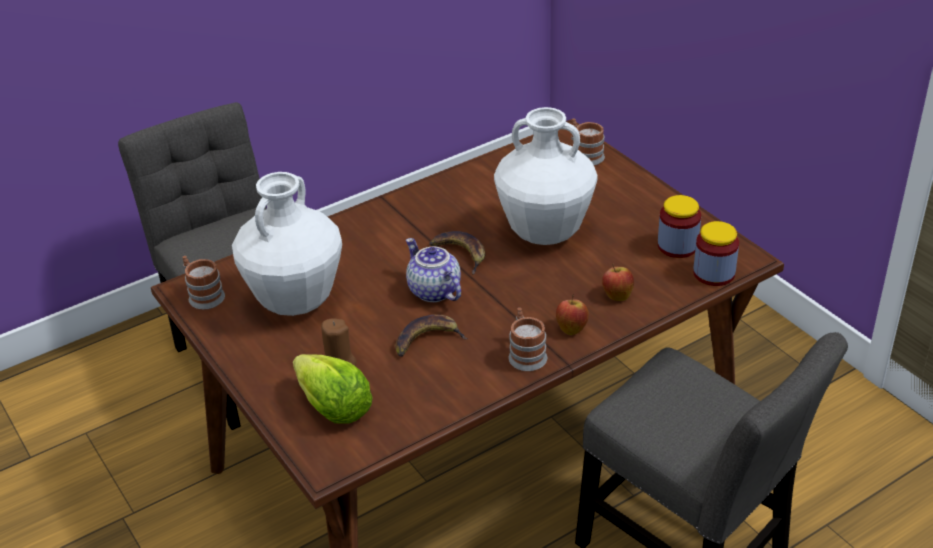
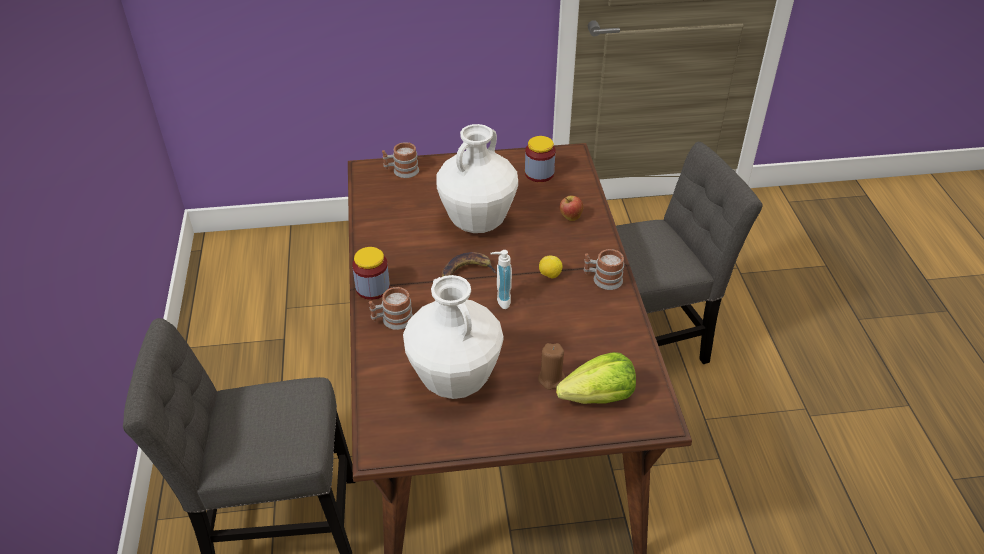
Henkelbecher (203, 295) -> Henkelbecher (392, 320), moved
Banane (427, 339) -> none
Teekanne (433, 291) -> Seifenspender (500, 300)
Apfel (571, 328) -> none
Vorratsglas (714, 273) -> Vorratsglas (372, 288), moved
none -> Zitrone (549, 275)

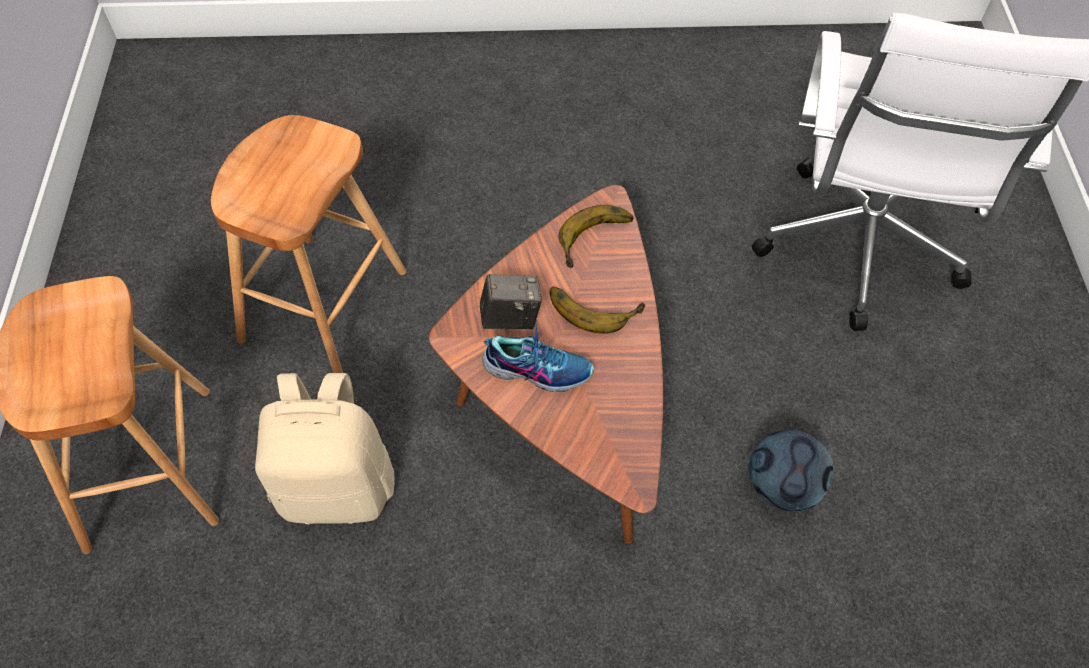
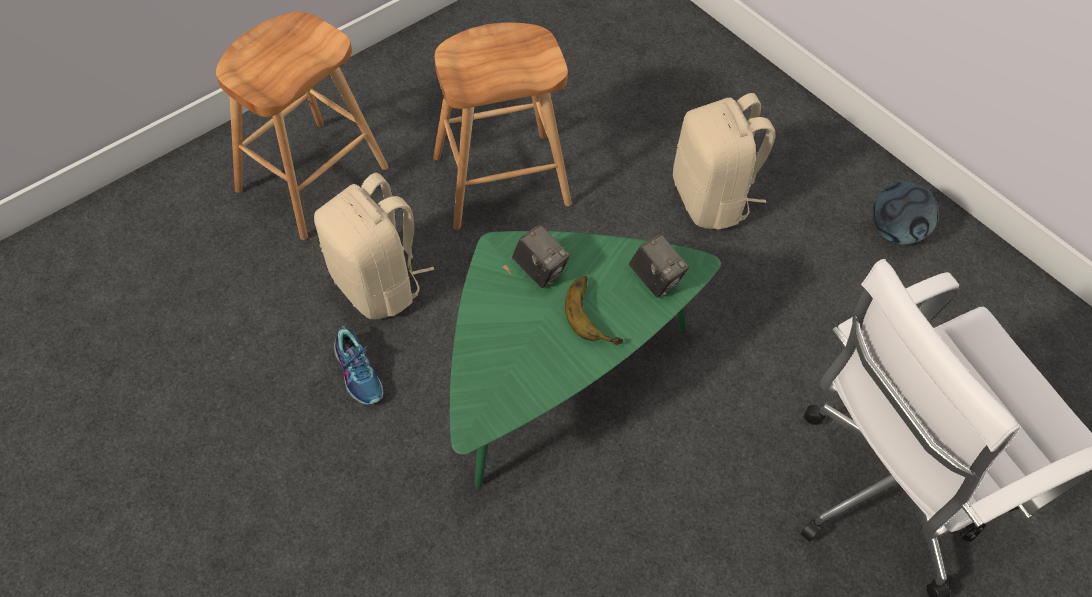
Couchtisch [braun] (567, 400) -> Couchtisch [grün] (556, 371)
Schuh (537, 369) -> Schuh (359, 372), moved
Banane (598, 240) -> Kamera (655, 279)
Fußball (782, 487) -> Fußball (894, 232), moved
none -> Rucksack [beige] (712, 199)

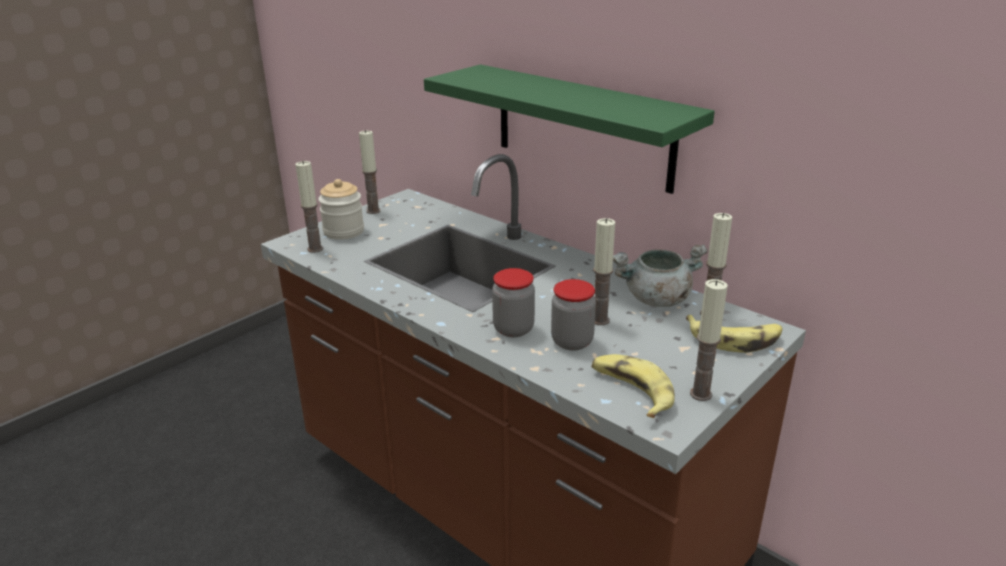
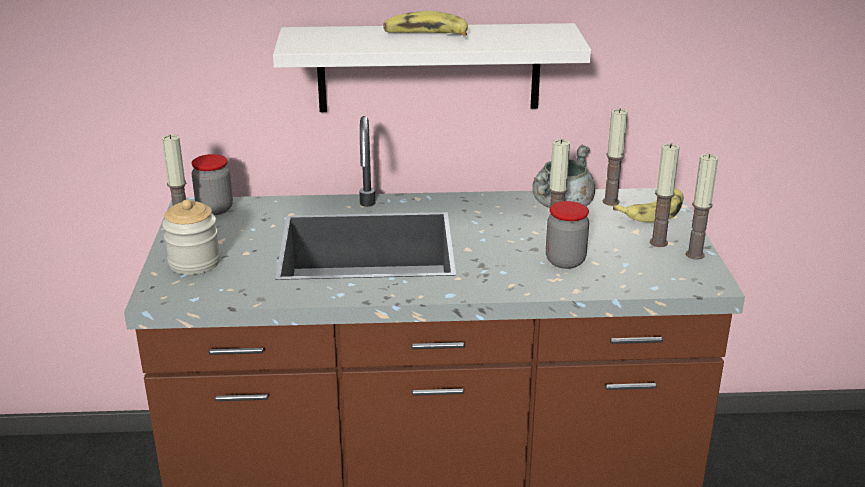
Kerze (315, 249) -> Kerze (658, 242), moved
Wandregal [grün] (582, 127) -> Wandregal [weiß] (429, 68)
Vorratsglas (513, 329) -> Vorratsglas (215, 209), moved
Banane (631, 391) -> Banane (426, 36), moved

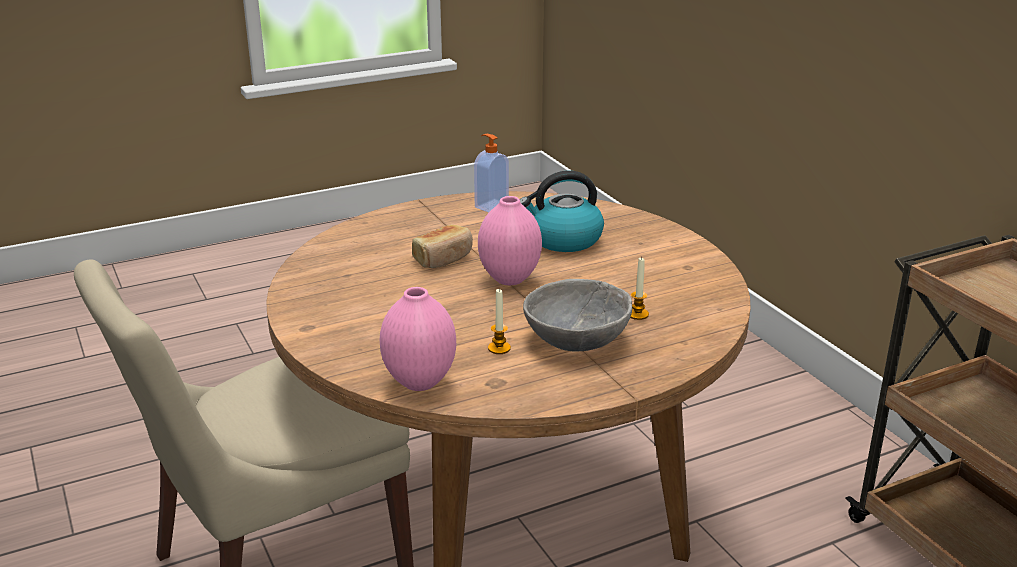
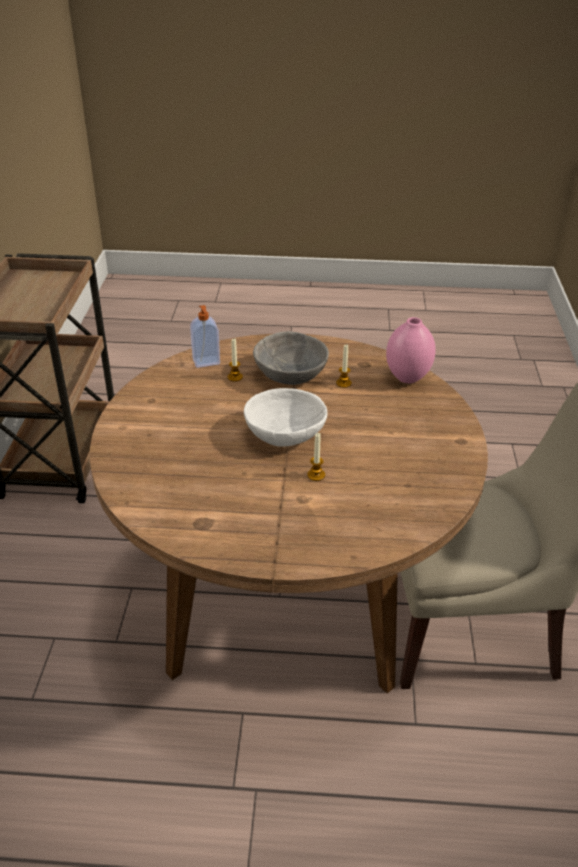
Brot (444, 258) -> Kerze (316, 475)
Seifenspender (490, 206) -> Seifenspender (206, 362), moved
Vase [rosa] (510, 279) -> Schüssel [weiß] (284, 434)
Wasserkessel (563, 240) -> none

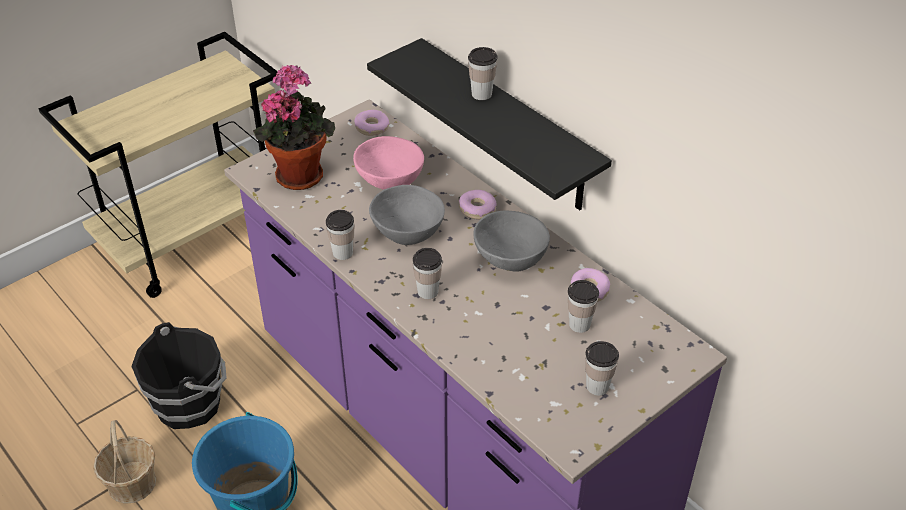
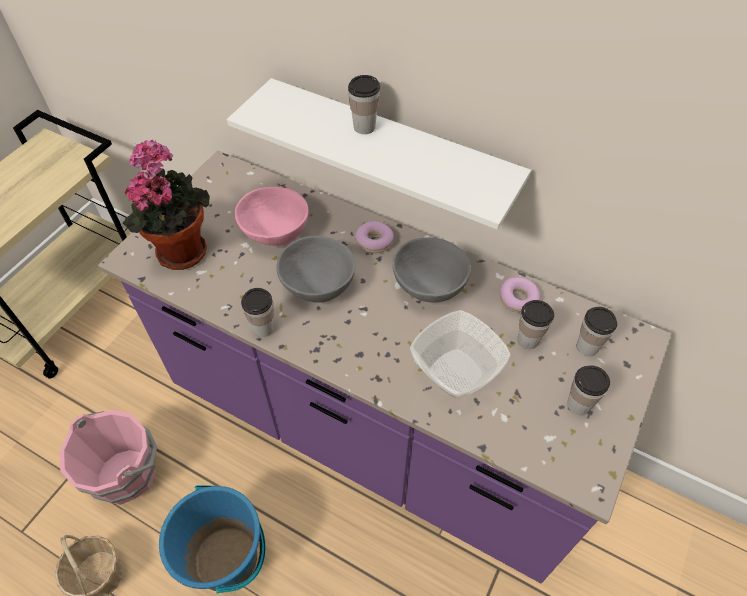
Eimer [schwarz] (190, 403) -> Eimer [rosa] (127, 473)
Donut (372, 127) -> none
Wandregal [schwarz] (508, 127) -> Wandregal [weiß] (391, 153)
Tasse (428, 292) -> Tasse (587, 347), moved
none -> Schüssel (455, 374)

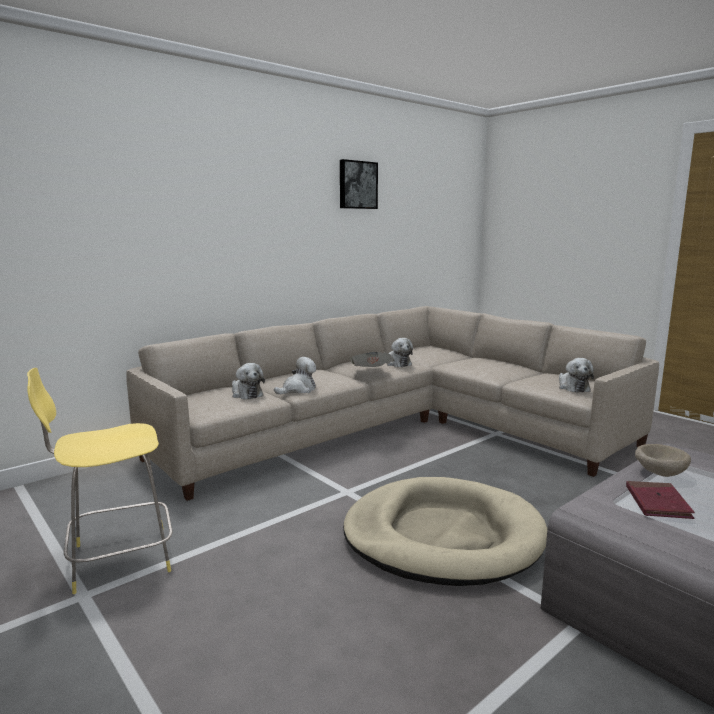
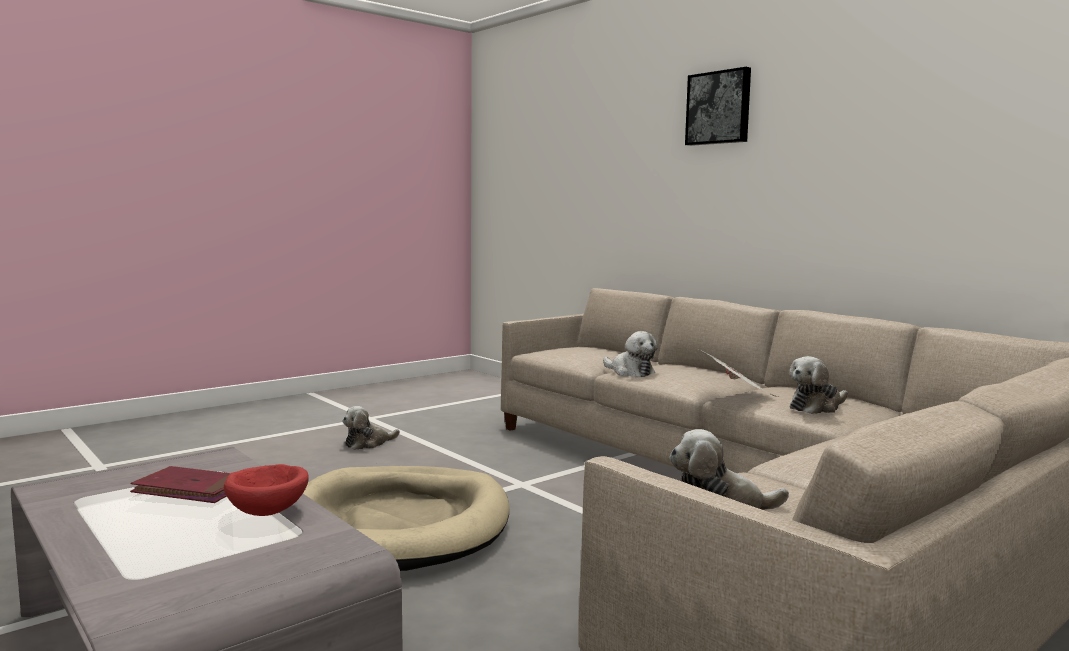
Hocker [gelb] (117, 559) -> none
Plüschtier (246, 394) -> Plüschtier (368, 443), moved
Bild (357, 185) -> Bild (719, 108), moved
Schüssel [beige] (659, 473) -> Schüssel [rot] (269, 511)

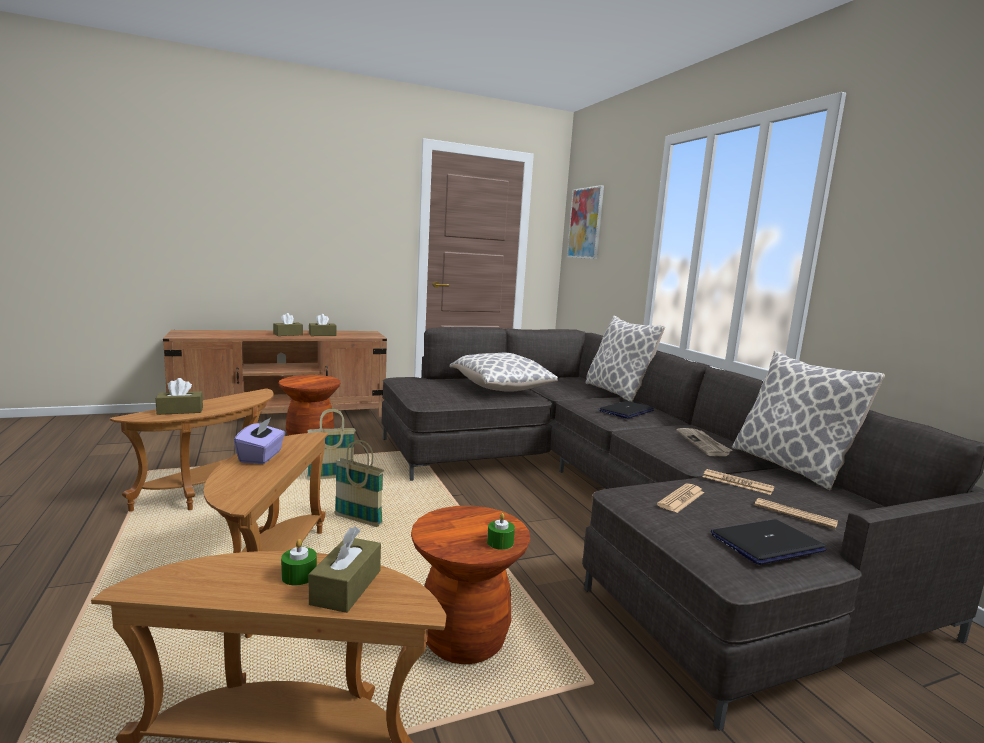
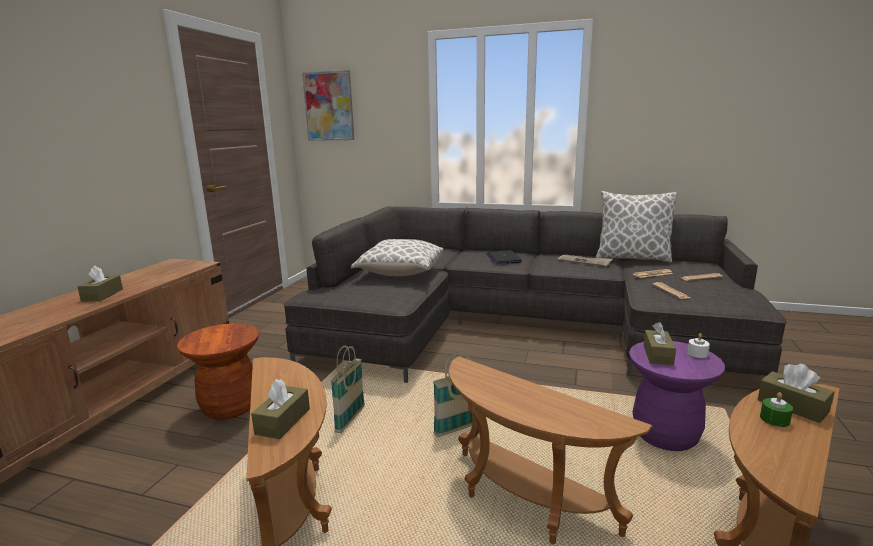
Taschentuchbox [lila] (261, 457) -> none
Taschentuchbox [braun] (322, 335) -> Taschentuchbox [braun] (658, 355), moved
Hocker [braun] (464, 640) -> Hocker [lila] (665, 435)
Kerze [grün] (500, 542) -> Kerze [weiß] (697, 353)
Kissen (617, 392) -> none
Laptop (766, 543) -> none

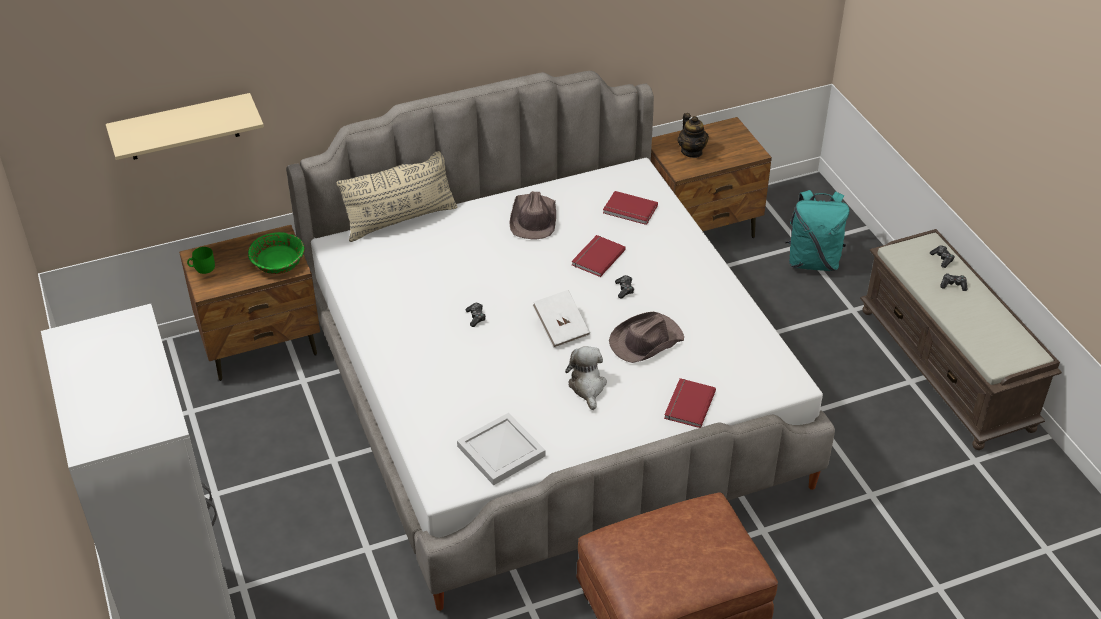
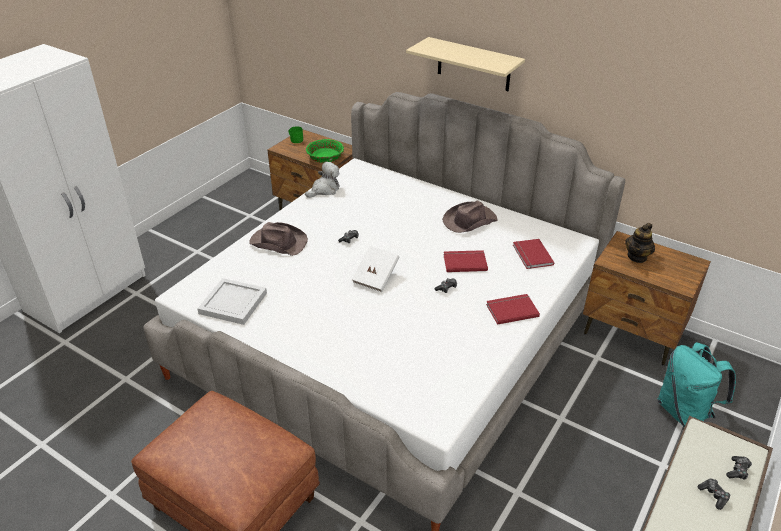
Wandregal [beige] (182, 127) -> Wandregal [beige] (473, 64), moved
Kissen [beige] (400, 220) -> none
Plüschtier (587, 387) -> Plüschtier (324, 190), moved
Hut [braun] (645, 341) -> Hut [braun] (278, 242), moved
Buch [rot] (688, 404) -> Buch [rot] (511, 309), moved

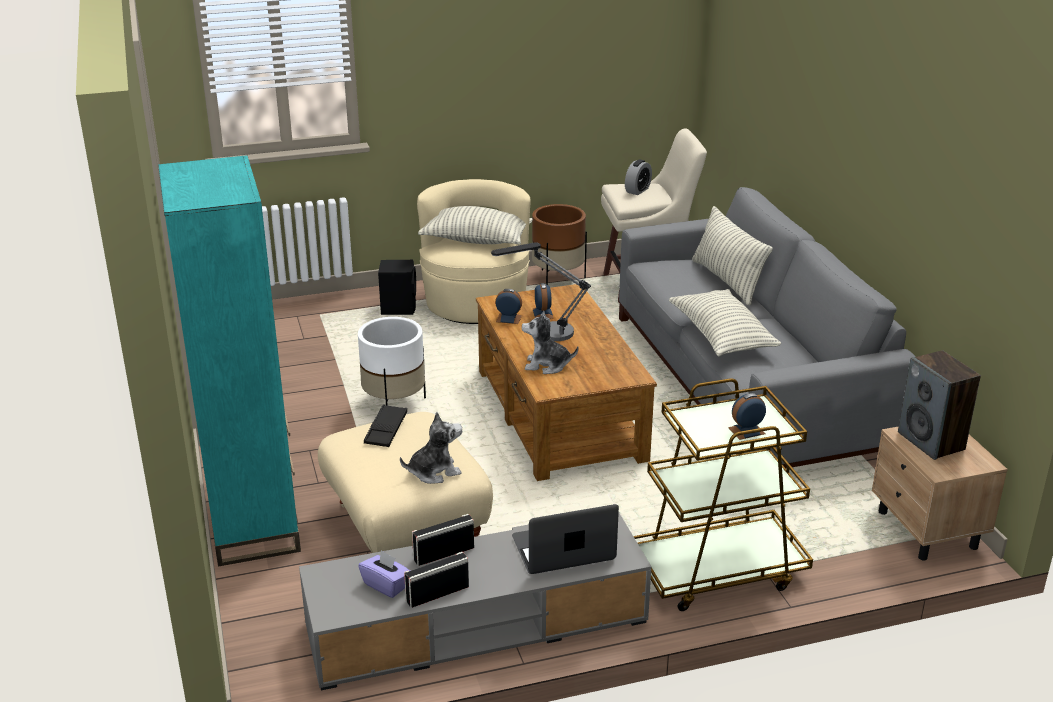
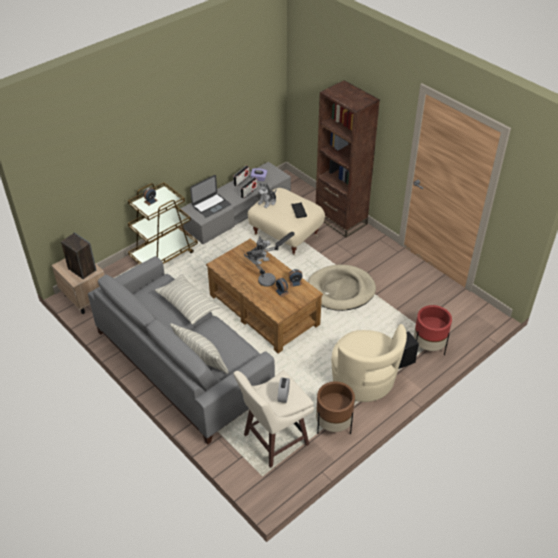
Bücherregal [türkis] (254, 524) -> Bücherregal [braun] (340, 220)
Pflanzkübel [weiß] (394, 405) -> Hundebett [beige] (341, 290)
Kissen (476, 240) -> none
none -> Pflanzkübel [rot] (428, 347)

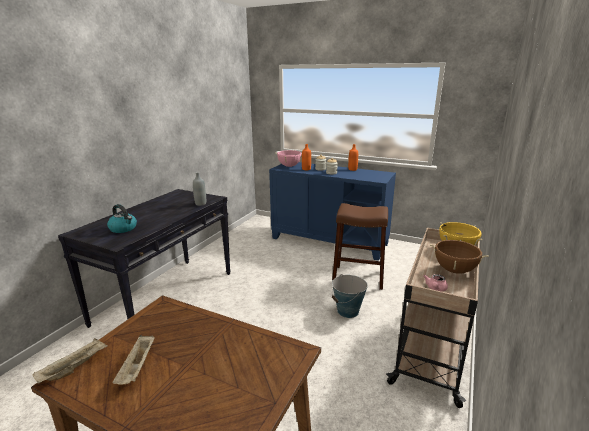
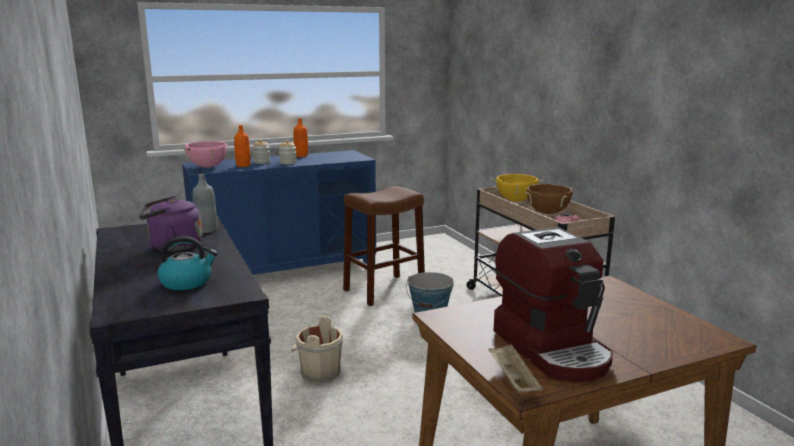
Tablett [beige] (138, 367) -> Kaffeemaschine (553, 348)
none -> Wasserkessel [lila] (172, 247)
none -> Eimer [beige] (318, 373)

